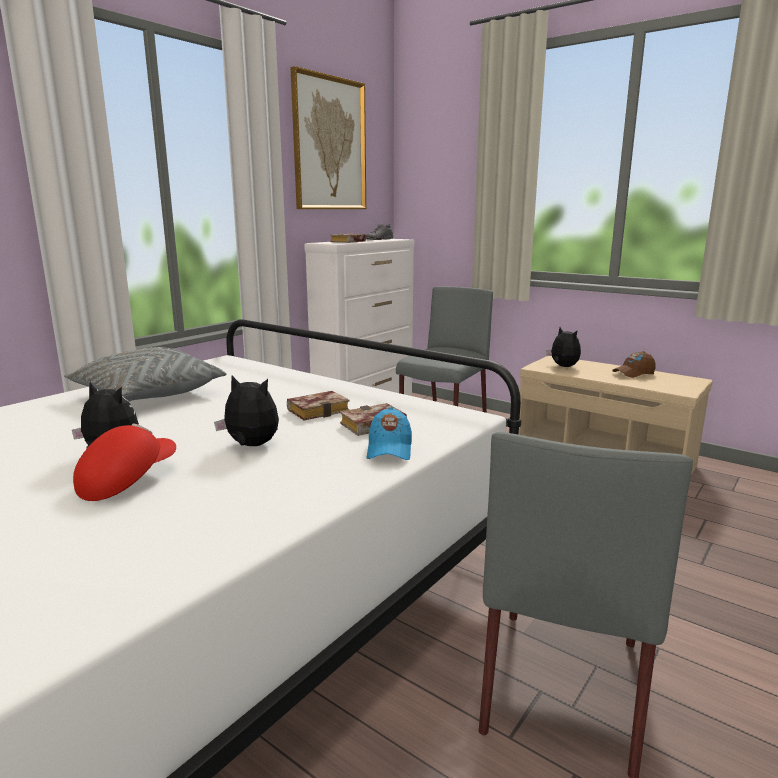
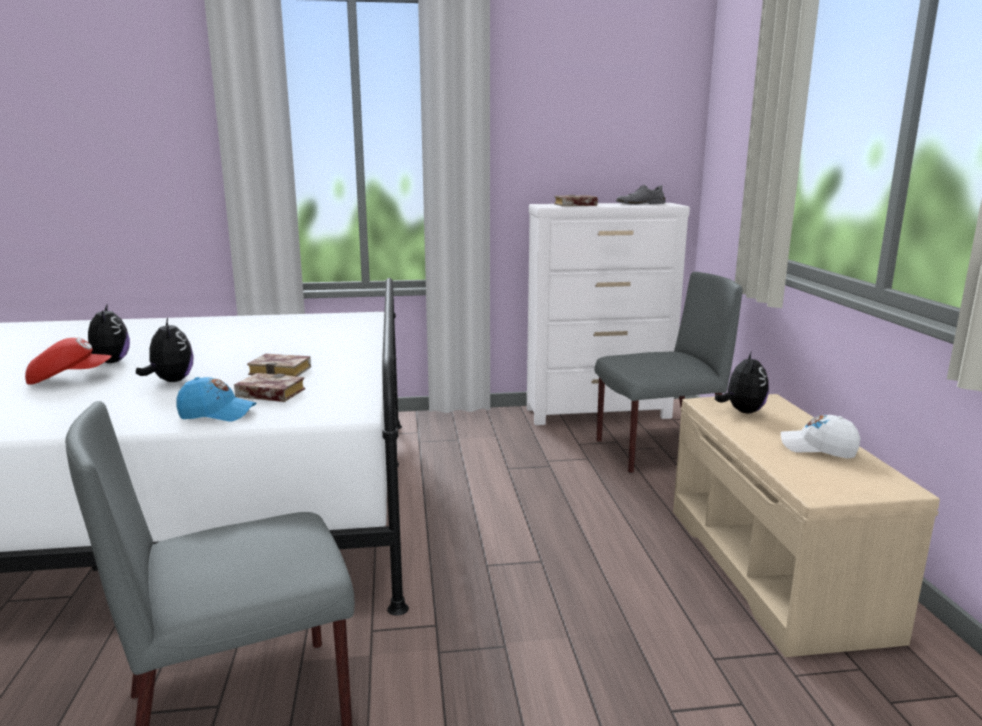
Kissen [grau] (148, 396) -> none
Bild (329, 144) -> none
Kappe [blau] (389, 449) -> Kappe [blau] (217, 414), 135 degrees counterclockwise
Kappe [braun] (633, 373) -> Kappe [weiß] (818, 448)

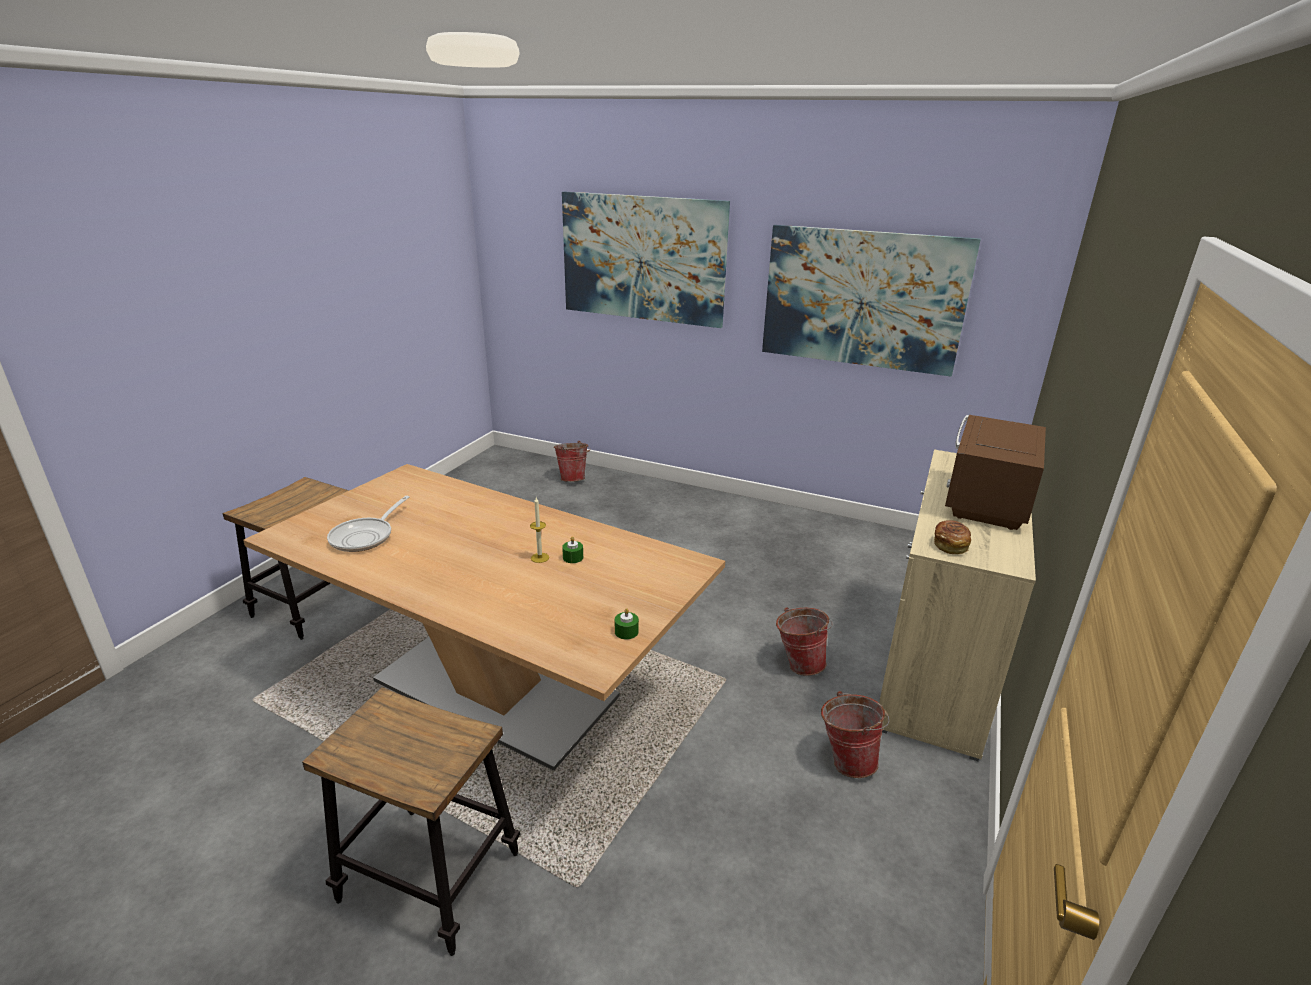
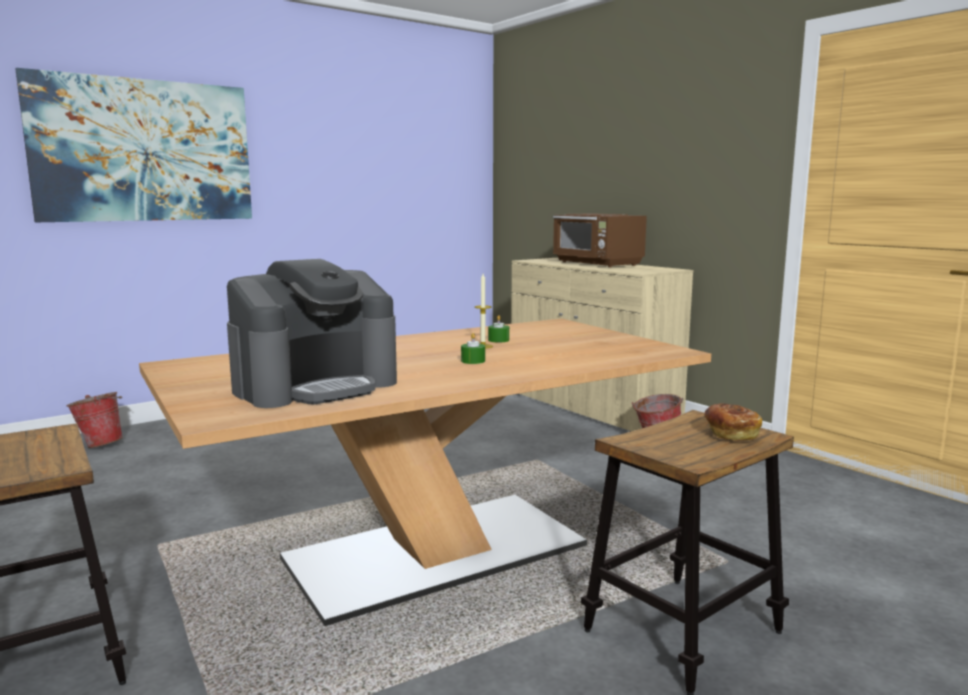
Pfanne (365, 537) -> Kaffeemaschine (316, 386)
Kerze [grün] (626, 632) -> Kerze [grün] (473, 361), moved
Bild (862, 299) -> none
Eimer (798, 663) -> none
Brot (950, 545) -> Brot (730, 434), moved

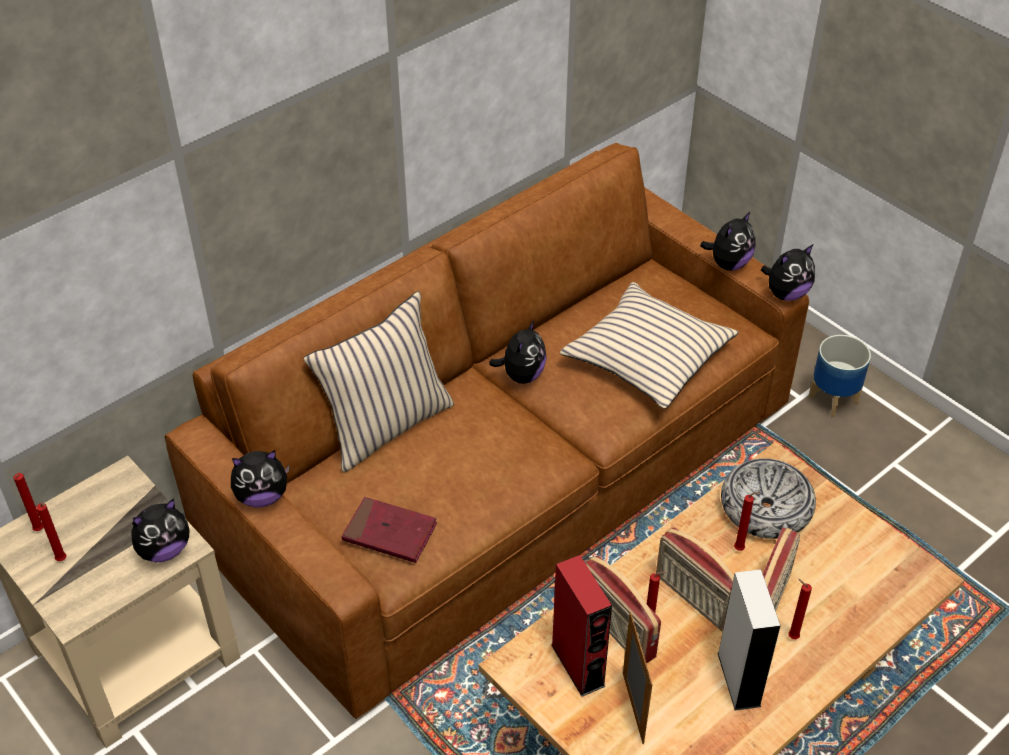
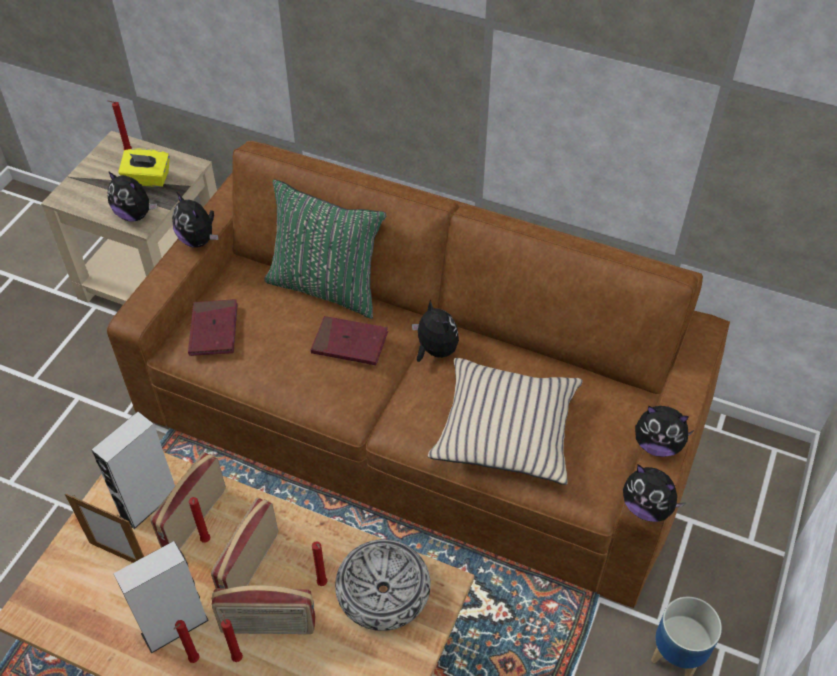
Kerze [rot] (62, 561) -> Kerze [rot] (193, 661), moved
Kissen [beige] (385, 425) -> Kissen [grün] (326, 287)
Plüschtier (521, 375) -> Plüschtier (435, 351), 120 degrees counterclockwise
Lautsprecher [rot] (577, 665) -> Lautsprecher [grau] (148, 503)
Bilderrahmen (632, 708) -> Bilderrahmen (119, 555), 60 degrees clockwise
none -> Taschentuchbox [gelb] (147, 179)
none -> Buch [rot] (349, 343)

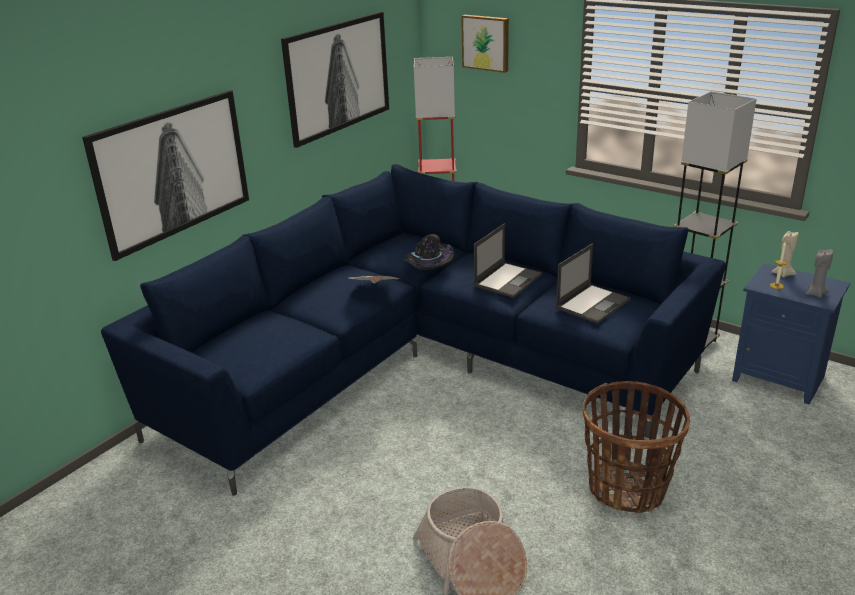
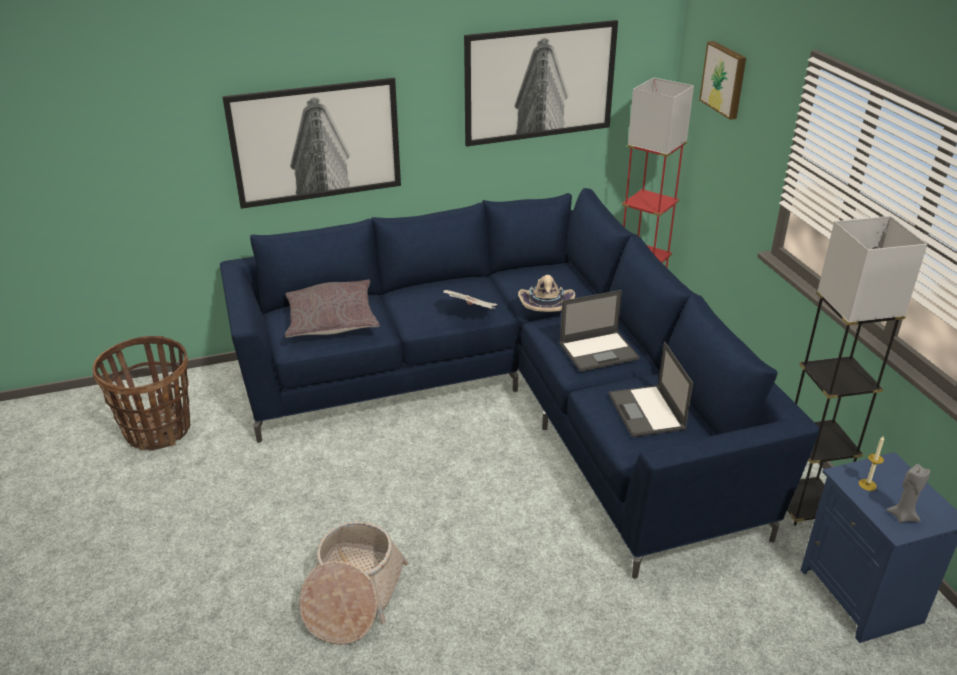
Hut [schwarz] (427, 266) -> Hut [beige] (545, 306)
Laptop (593, 303) -> Laptop (647, 412), 90 degrees clockwise
Korb (627, 489) -> Korb (158, 430), moved
Kerze [beige] (783, 274) -> none
none -> Kissen [grau] (331, 319)

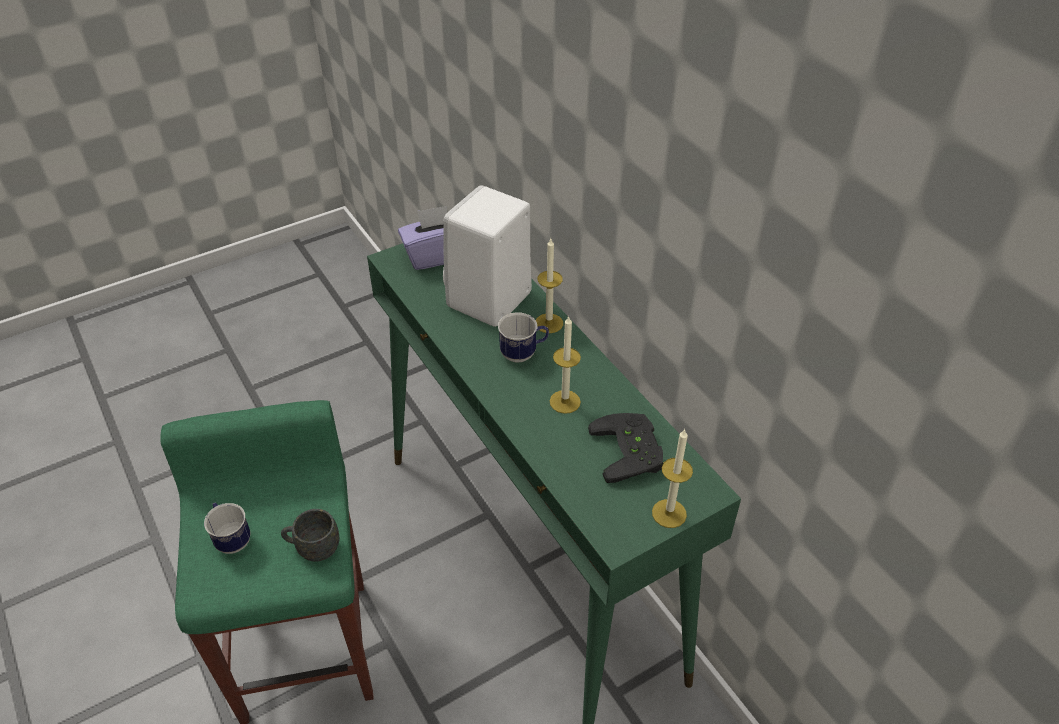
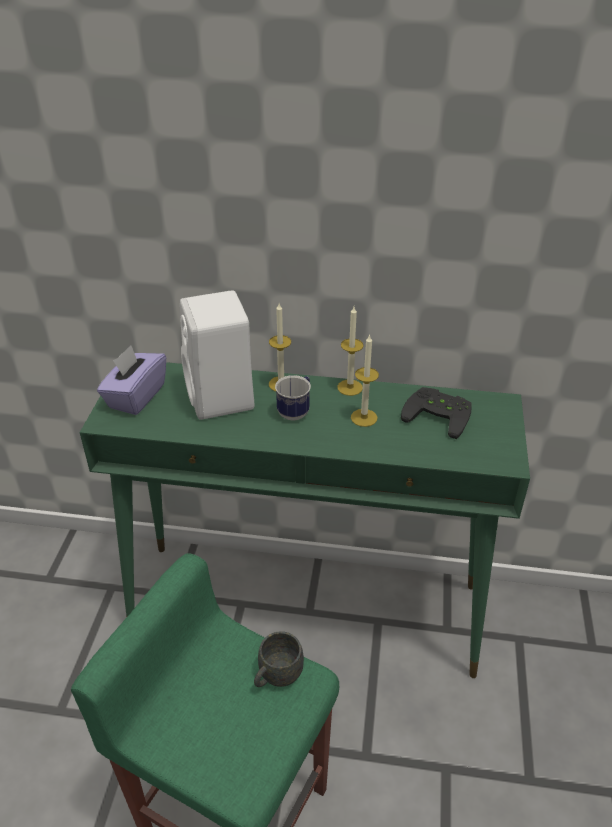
Henkelbecher (231, 538) -> none
Kerze (669, 513) -> Kerze (350, 387), moved

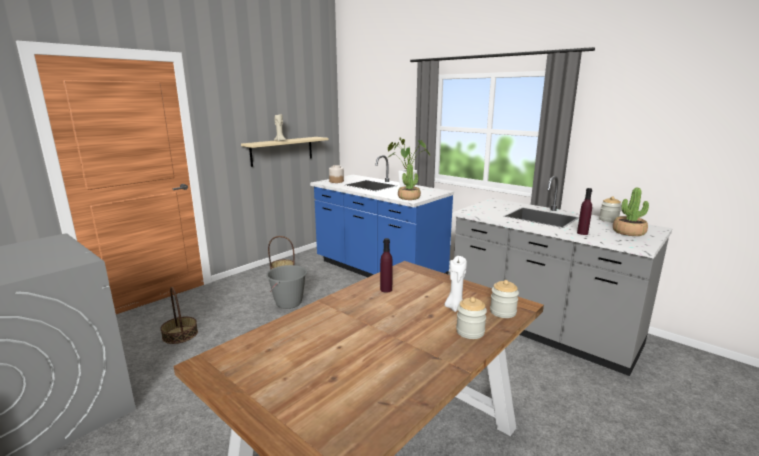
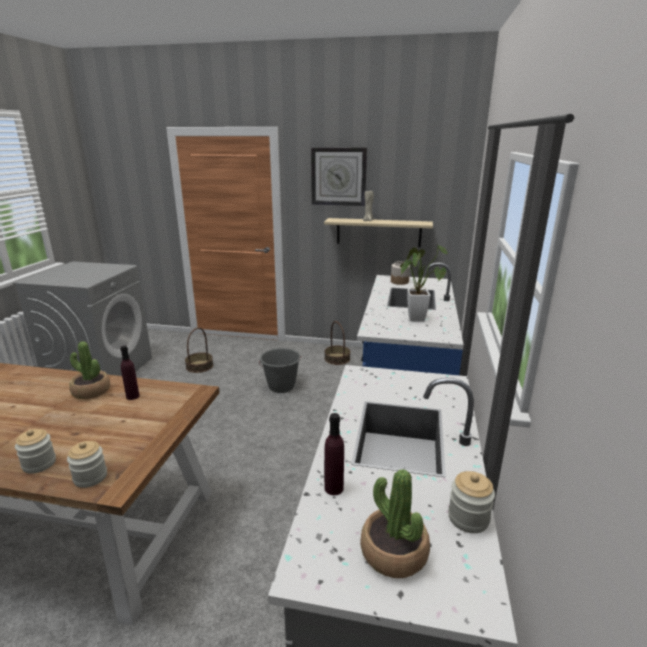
Topfpflanze (409, 198) -> Topfpflanze (91, 391), moved
Kerze [weiß] (454, 307) -> none
none -> Wanduhr (338, 176)

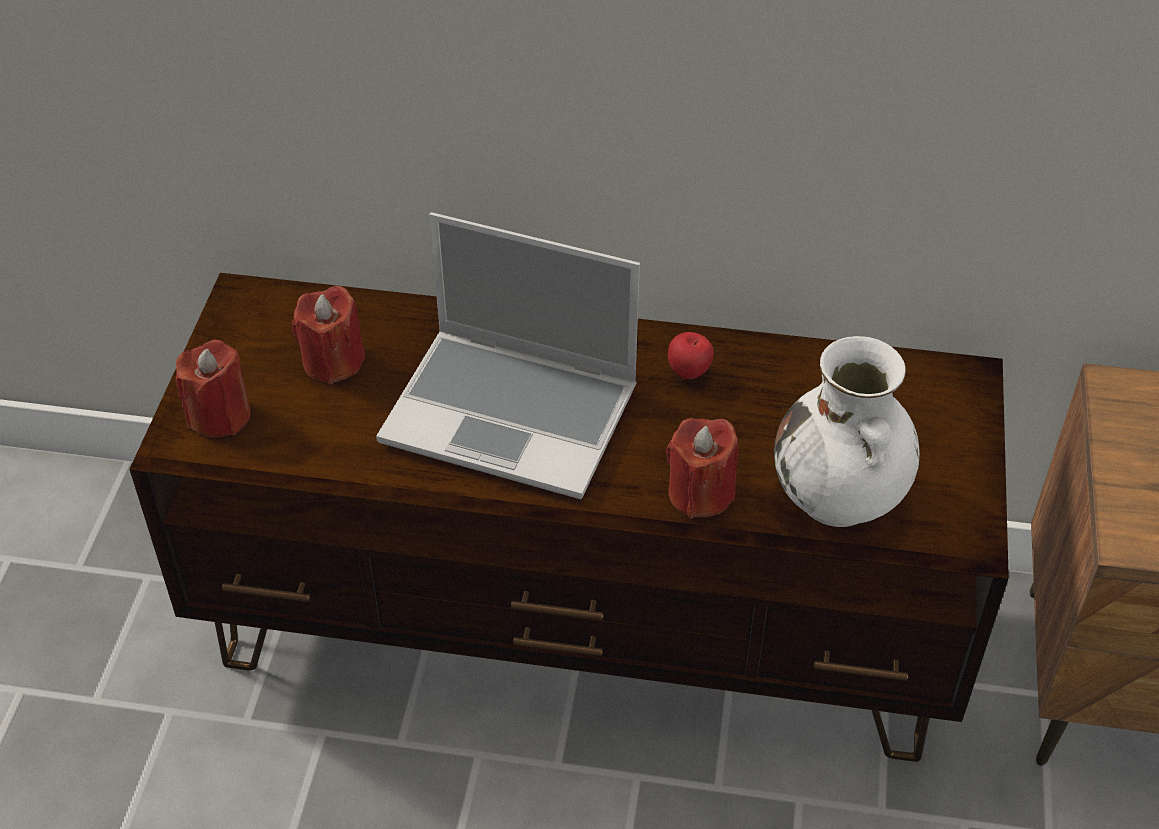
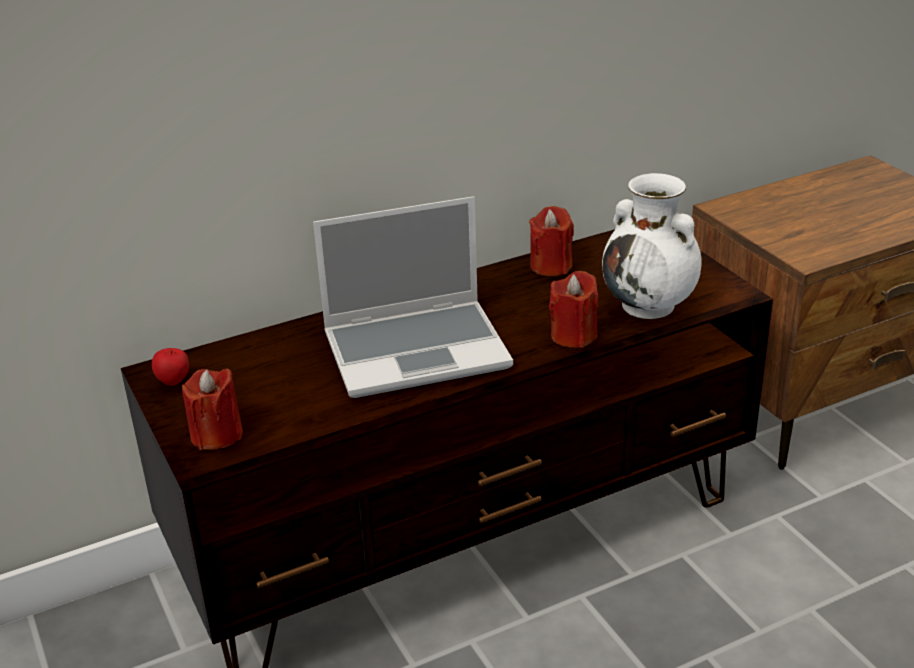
Kerze [rot] (333, 361) -> Kerze [rot] (551, 266), moved
Apfel (689, 373) -> Apfel (174, 382), moved

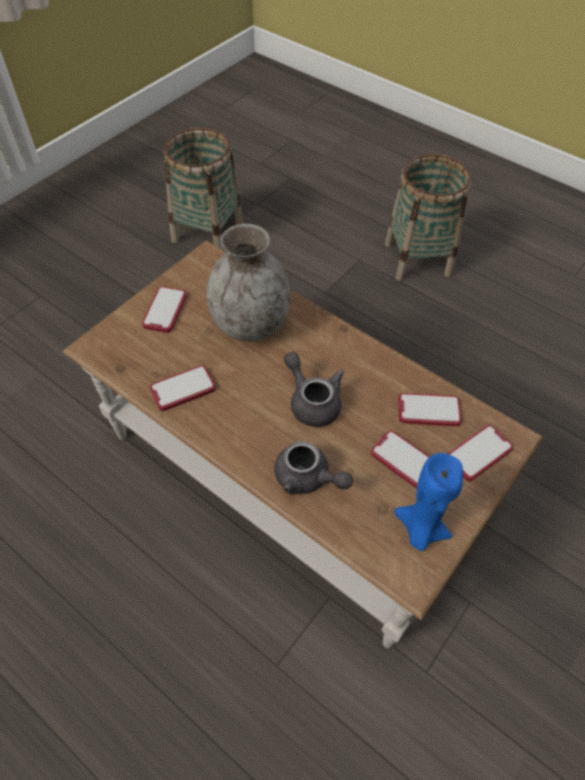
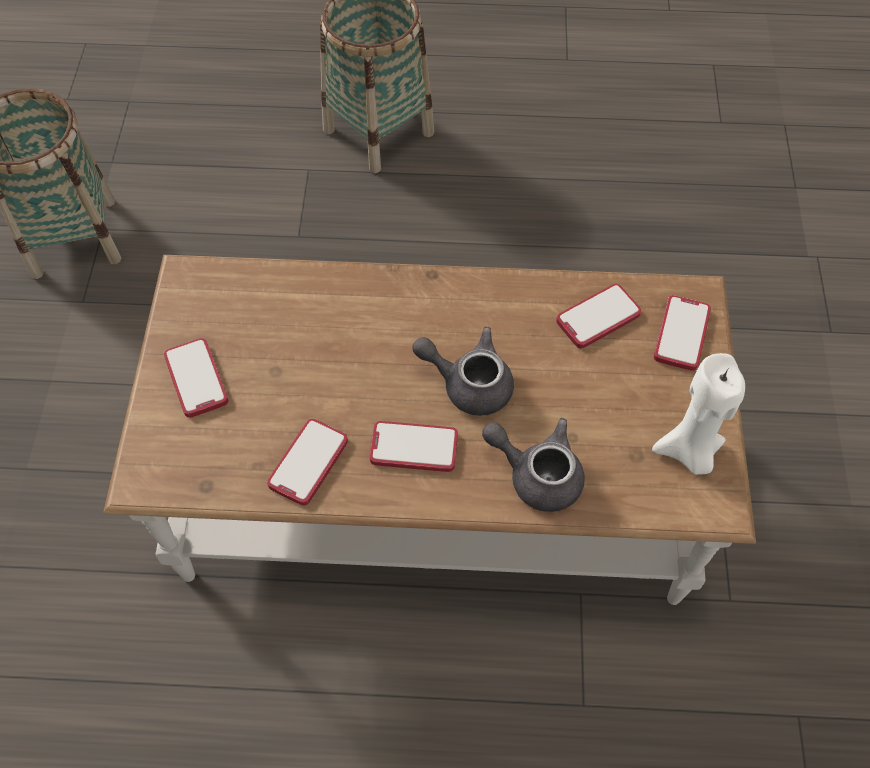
Vase [grau] (251, 325) -> none
Teekanne [grau] (308, 479) -> Teekanne [grau] (536, 474), 150 degrees counterclockwise
Handy (404, 461) -> Handy (414, 448), moved
Kerze [blau] (420, 530) -> Kerze [weiß] (689, 452)

